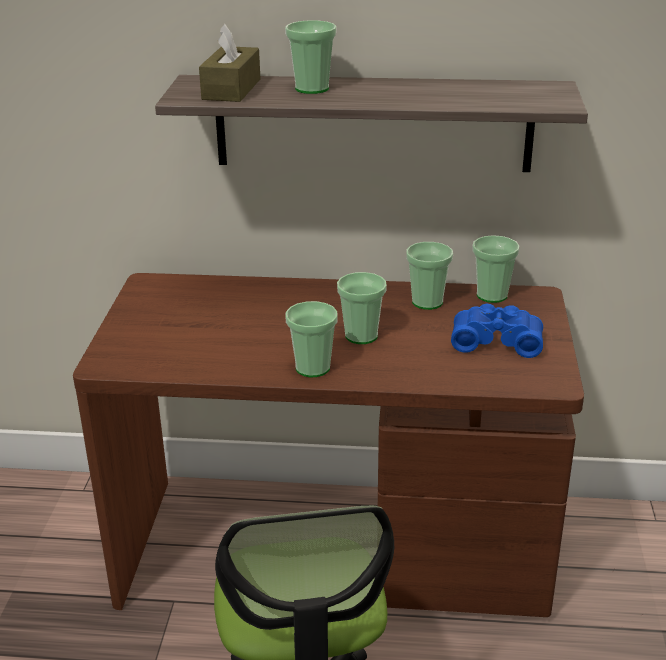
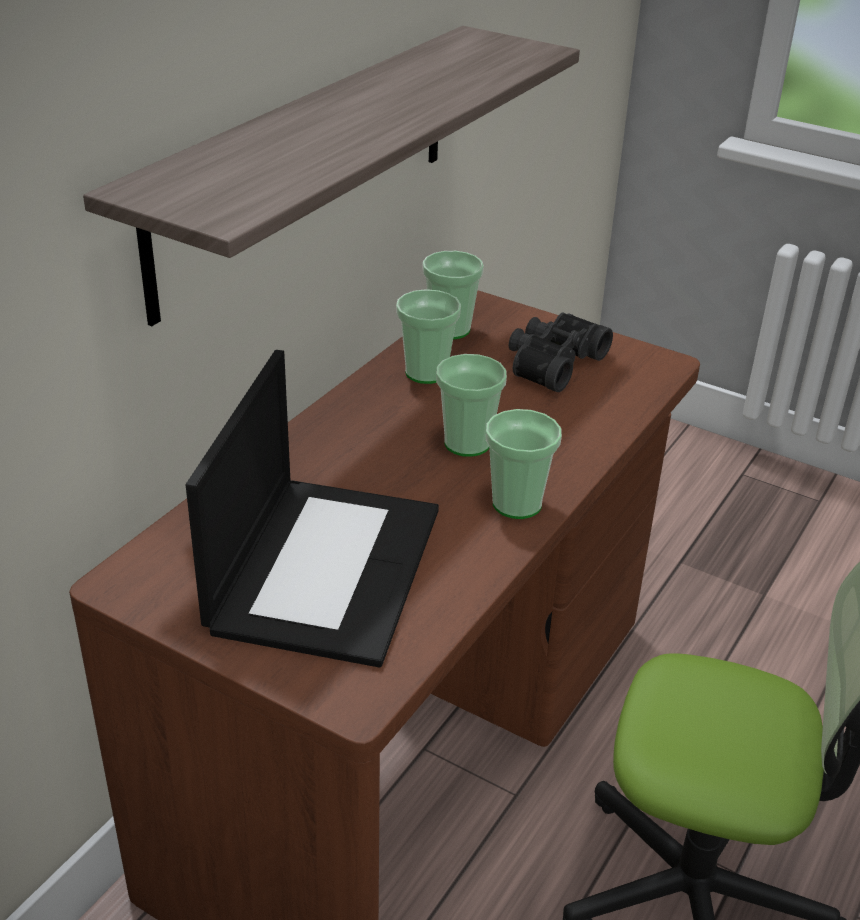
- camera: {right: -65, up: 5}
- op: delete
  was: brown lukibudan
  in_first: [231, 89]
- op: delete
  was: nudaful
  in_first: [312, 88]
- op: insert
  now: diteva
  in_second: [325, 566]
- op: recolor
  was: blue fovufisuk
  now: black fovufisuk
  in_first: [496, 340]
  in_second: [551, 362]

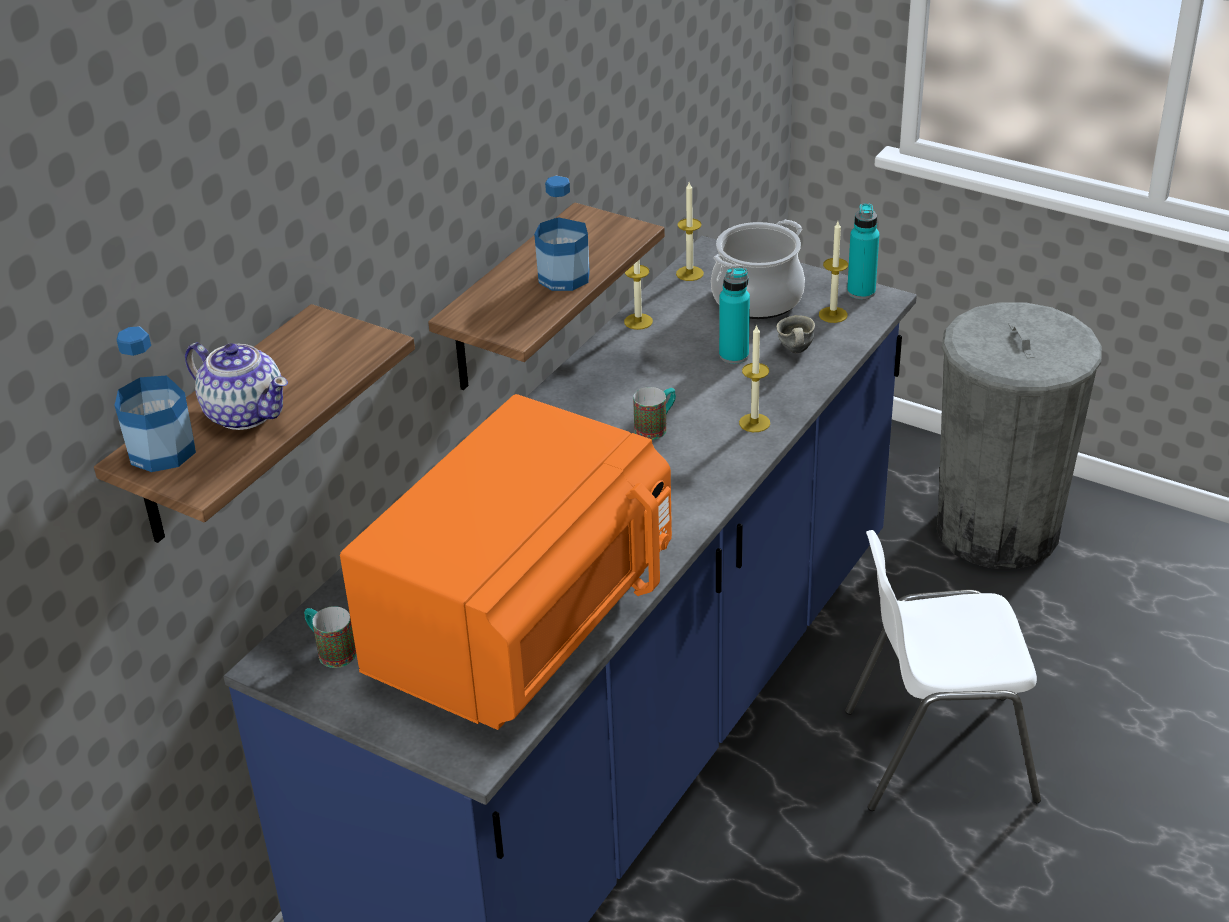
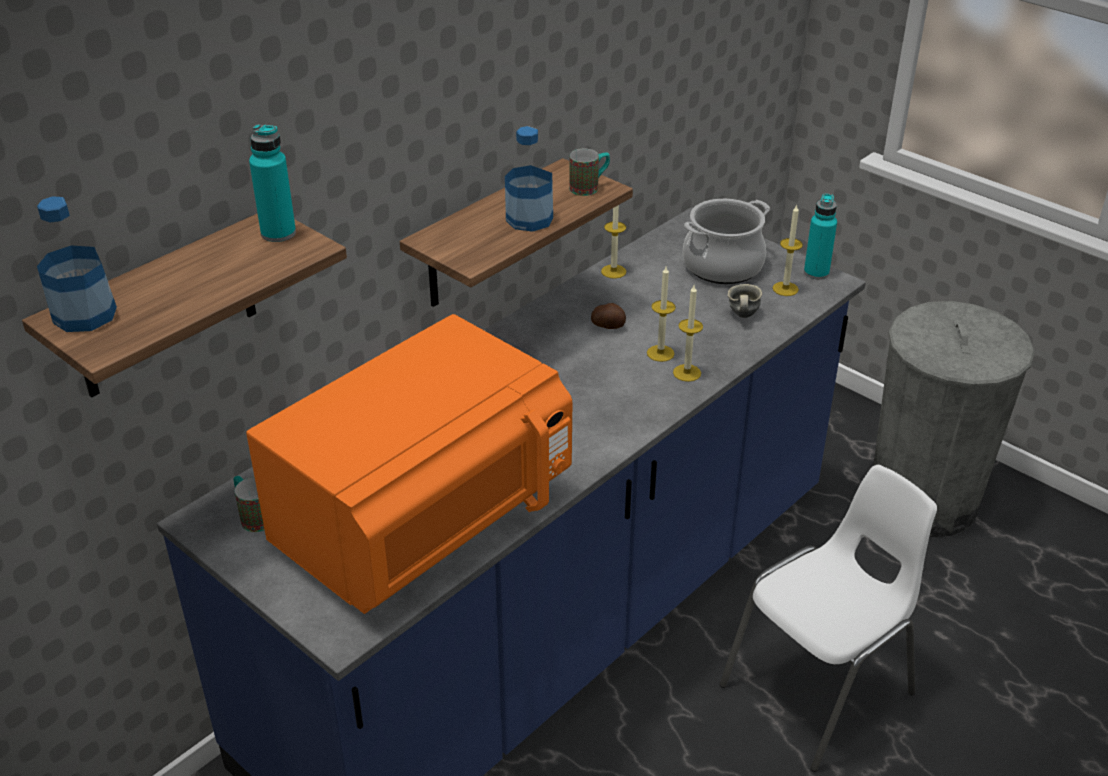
- camera: {right: 10, up: 0}
- op: delete
  was: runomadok
  in_first: [244, 412]
- op: insert
  now: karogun
  in_second: [608, 326]
- op: move
  was: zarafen
  in_first: [656, 427]
  in_second: [589, 187]
- op: move
  was: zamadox
  in_first: [689, 273]
  in_second: [660, 353]
- op: move
  was: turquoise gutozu
  in_first: [734, 356]
  in_second: [278, 233]
- op: rotate
  was: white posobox
  in_first: [936, 753]
  in_second: [820, 690]
  clockwise: 135

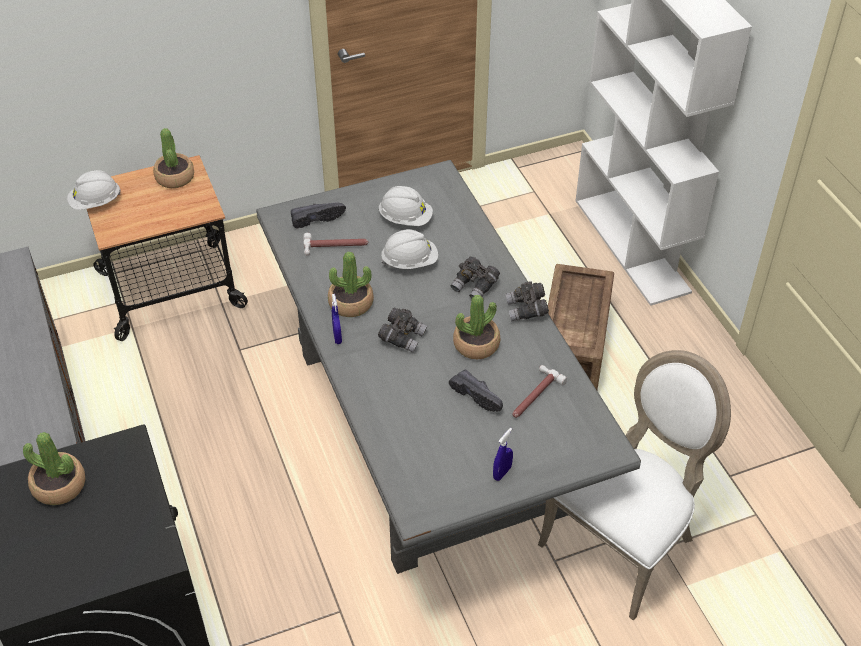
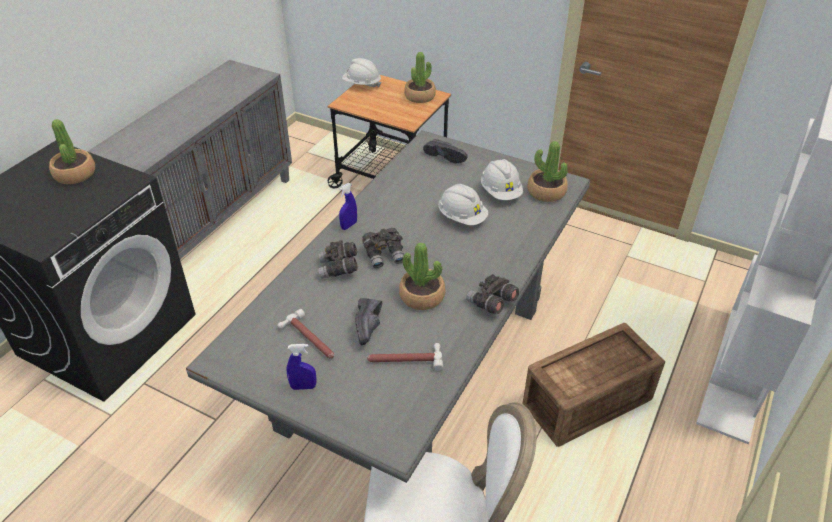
- camera: {right: 50, up: -5}
- op: move
  was: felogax
  in_first: [336, 246]
  in_second: [309, 340]
- op: move
  was: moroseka
  in_first: [351, 303]
  in_second: [546, 192]
- op: move
  was: grey fovufisuk
  in_first: [475, 286]
  in_second: [339, 269]

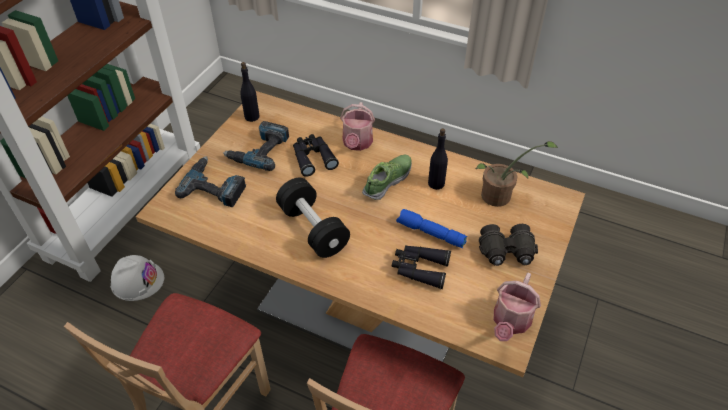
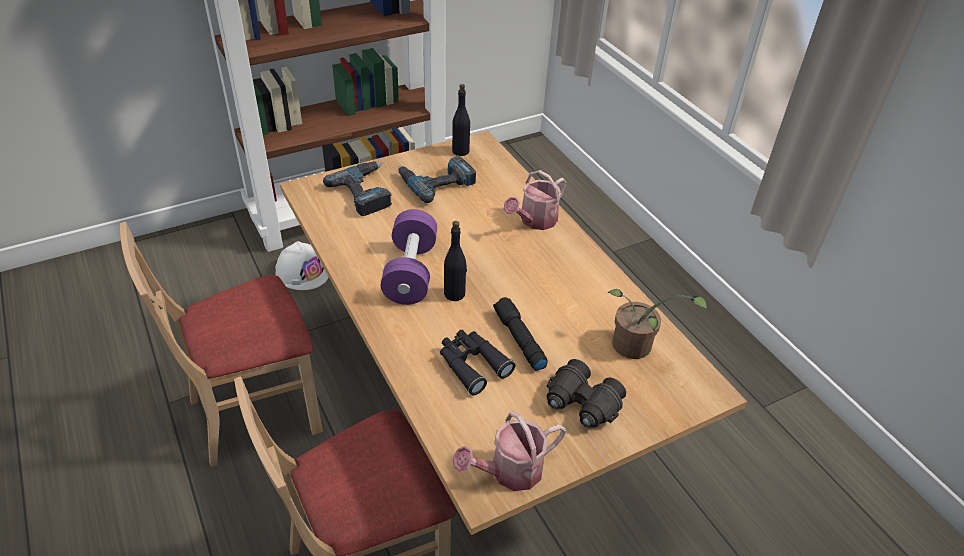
- camera: {right: 35, up: -5}
- op: delete
  was: black fovufisuk
  in_first: [313, 158]
- op: delete
  was: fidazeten
  in_first: [388, 181]
- op: move
  was: black gutozu
  in_first: [436, 183]
  in_second: [455, 294]
- op: recolor
  was: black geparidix
  now: purple geparidix
  in_first: [313, 229]
  in_second: [410, 272]
- op: recolor
  was: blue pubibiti
  now: black pubibiti
  in_first: [430, 233]
  in_second: [518, 339]

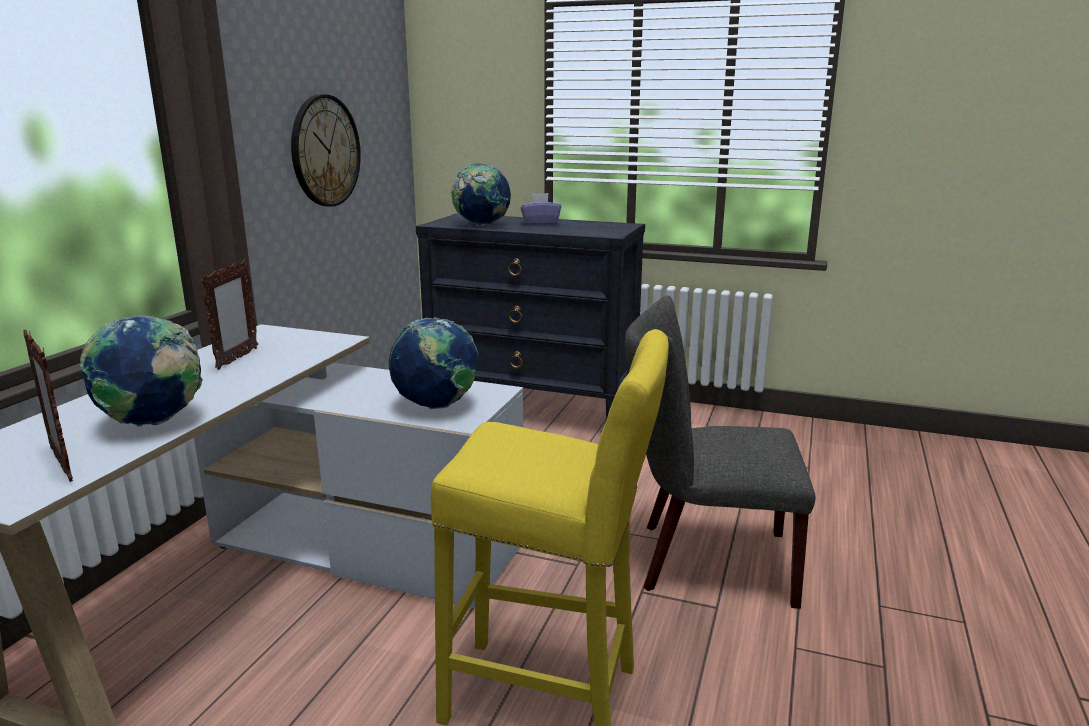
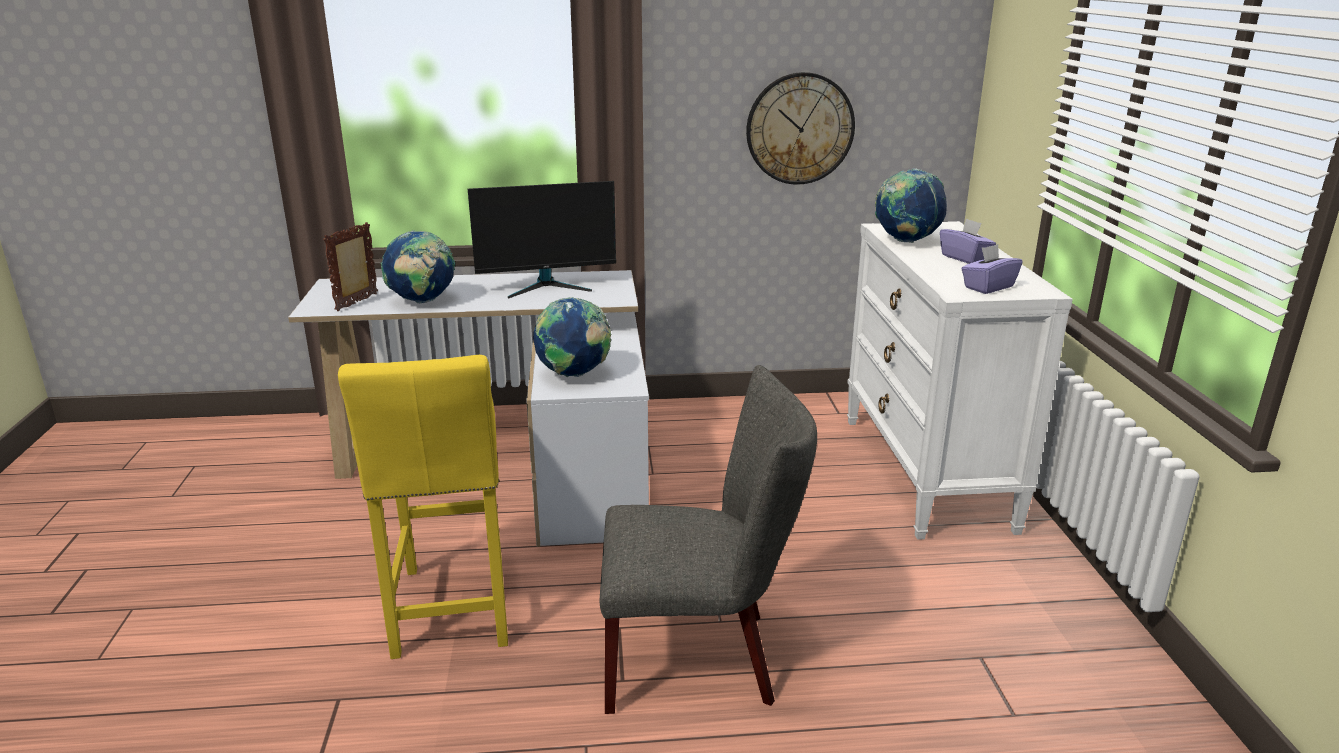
- camera: {right: 65, up: 5}
- op: insert
  now: purple lukibudan
  in_second: [988, 287]
- op: replace
  was: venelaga
  now: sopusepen
  in_first: [237, 359]
  in_second: [547, 286]
- op: recolor
  was: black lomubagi
  now: white lomubagi
  in_first: [533, 408]
  in_second: [926, 472]
- op: rotate
  was: grey posobox
  in_first: [705, 561]
  in_second: [700, 658]
  clockwise: 105

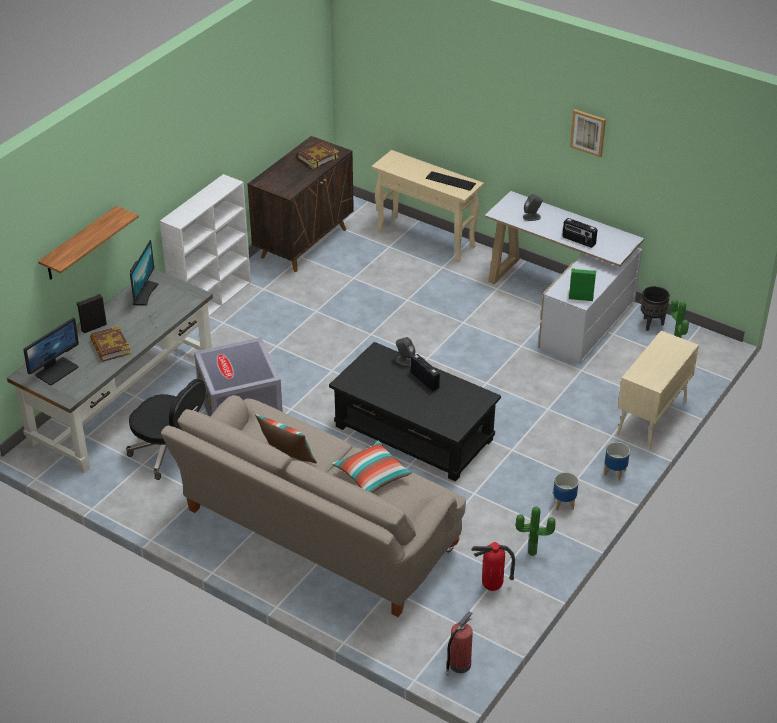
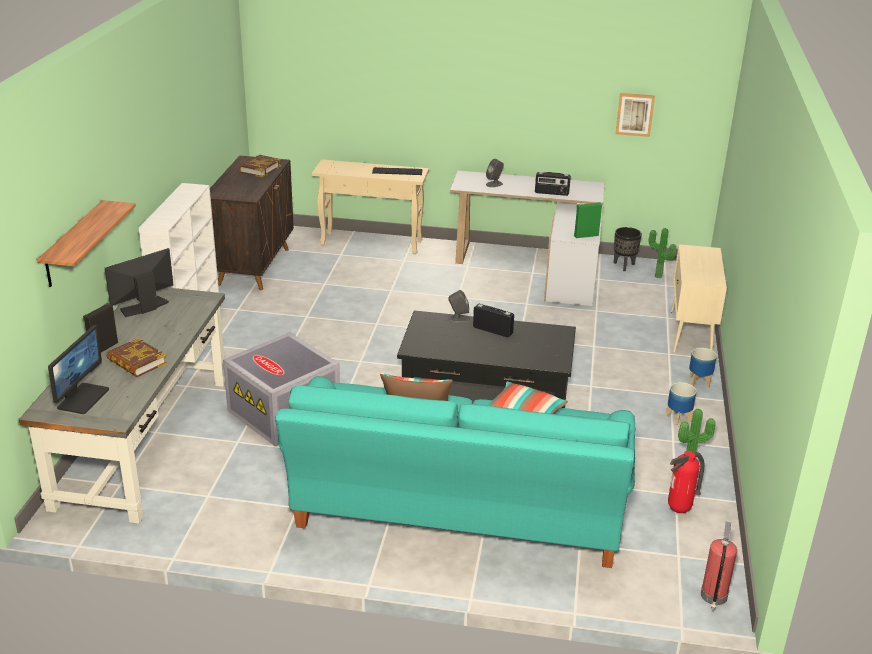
- camera: {right: -25, up: -10}
- op: delete
  was: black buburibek
  in_first: [170, 453]
- op: move
  was: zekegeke
  in_first: [588, 132]
  in_second: [634, 114]
- op: recolor
  was: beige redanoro
  now: turquoise redanoro
  in_first: [316, 533]
  in_second: [458, 511]
- op: rotate
  was: sopusepen
  in_first: [144, 293]
  in_second: [144, 307]
  clockwise: -120

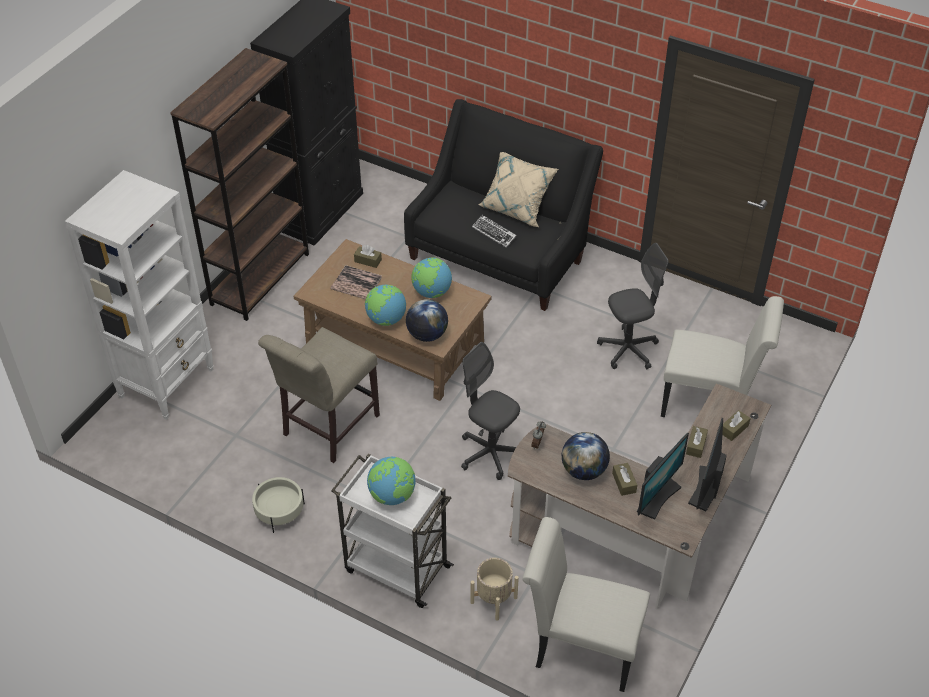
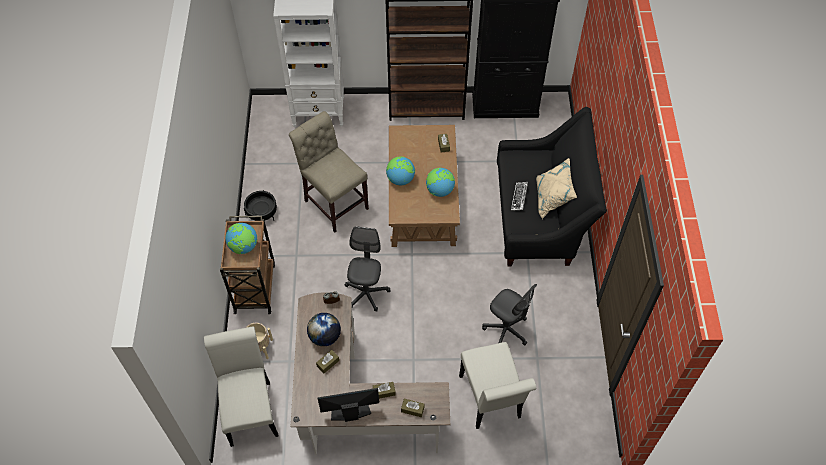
- camera: {right: 60, up: 10}
- op: delete
  was: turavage
  in_first: [356, 283]
- op: delete
  was: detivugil
  in_first: [427, 335]
- op: delete
  was: sopusepen
  in_first: [657, 497]
- op: recolor
  was: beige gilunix
  now: black gilunix
  in_first: [279, 511]
  in_second: [262, 212]
- op: recolor
  was: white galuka
  now: brown galuka
  in_first: [395, 568]
  in_second: [255, 287]
- op: rotate
  was: beige posobox
  in_first: [327, 428]
  in_second: [334, 202]
  clockwise: 45

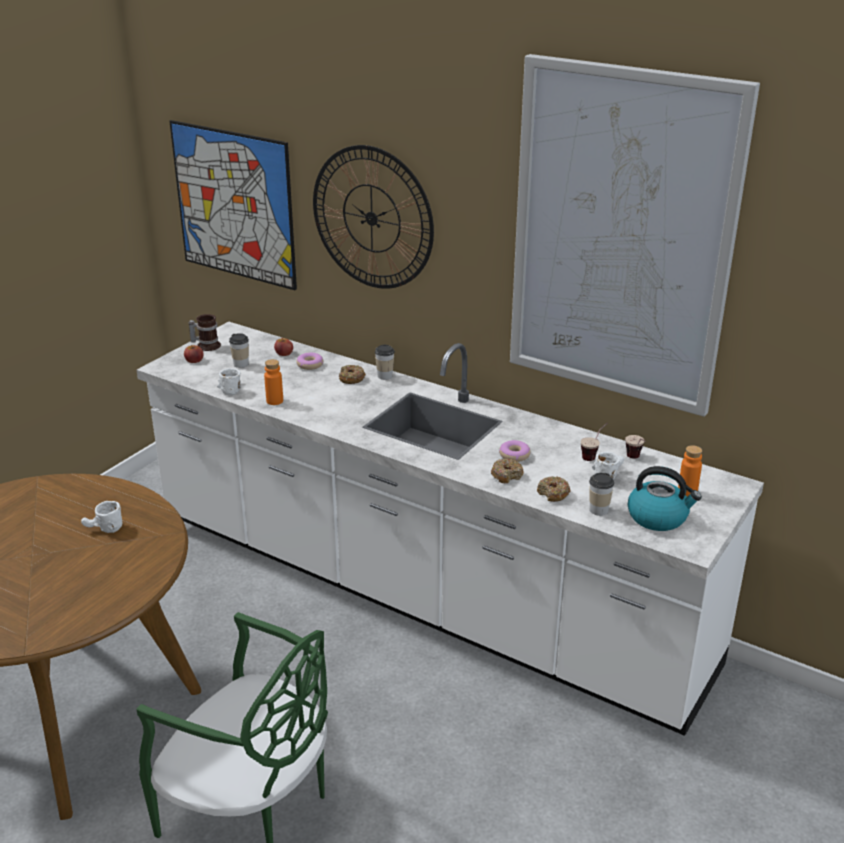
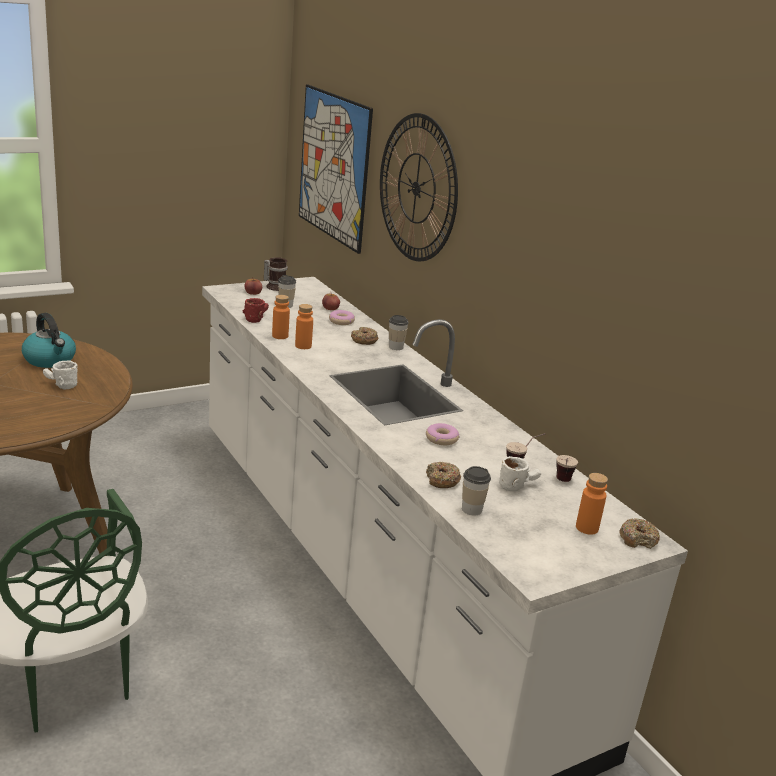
- camera: {right: 25, up: -5}
- op: delete
  was: zekegeke
  in_first: [621, 238]
- op: insert
  now: orange gutozu
  in_second: [303, 346]
- op: move
  was: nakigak
  in_first: [506, 475]
  in_second: [638, 539]
- op: move
  was: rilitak
  in_first: [658, 517]
  in_second: [50, 360]
- op: recolor
  was: white zarafen
  now: red zarafen
  in_first: [231, 388]
  in_second: [256, 318]

